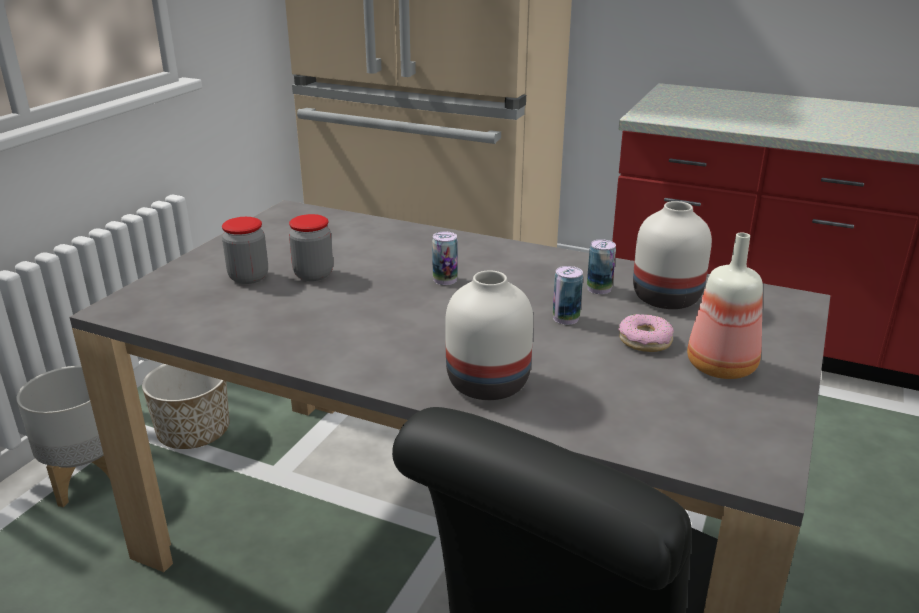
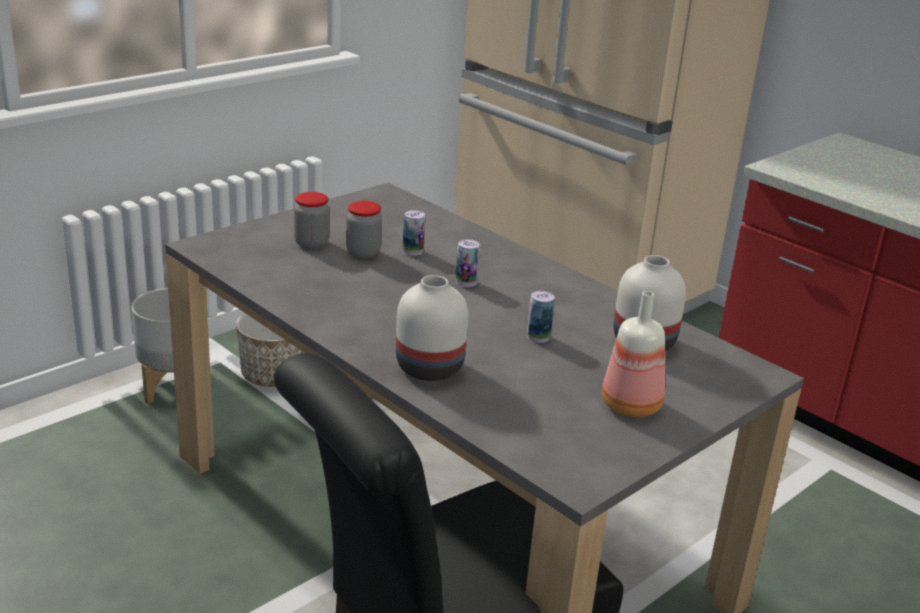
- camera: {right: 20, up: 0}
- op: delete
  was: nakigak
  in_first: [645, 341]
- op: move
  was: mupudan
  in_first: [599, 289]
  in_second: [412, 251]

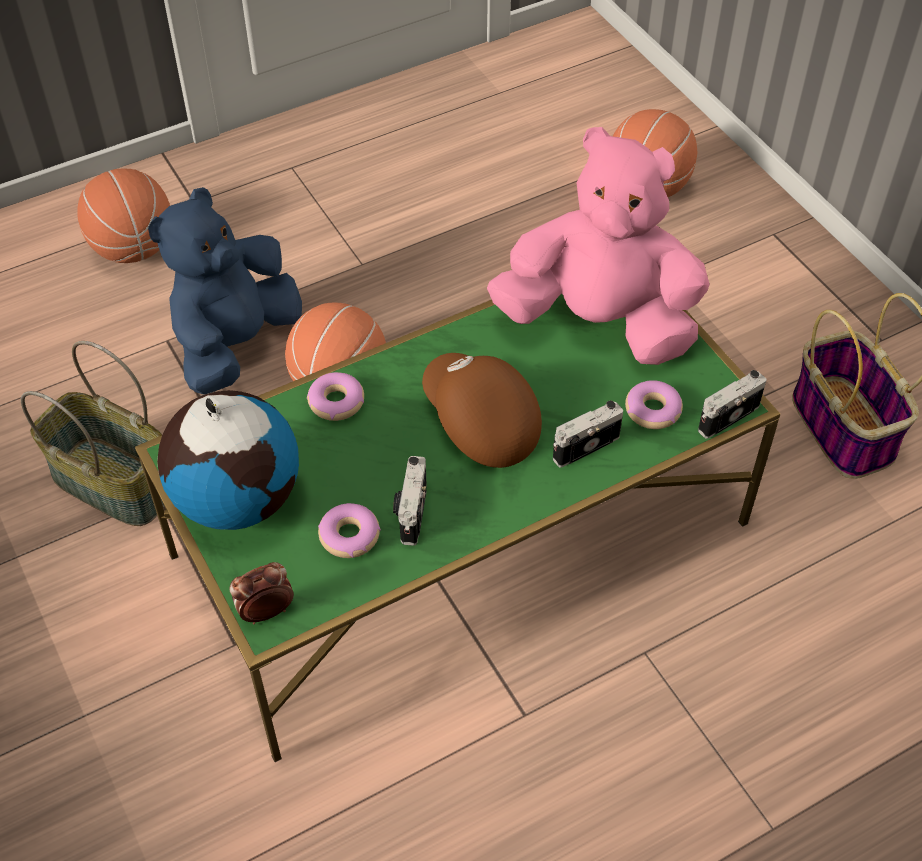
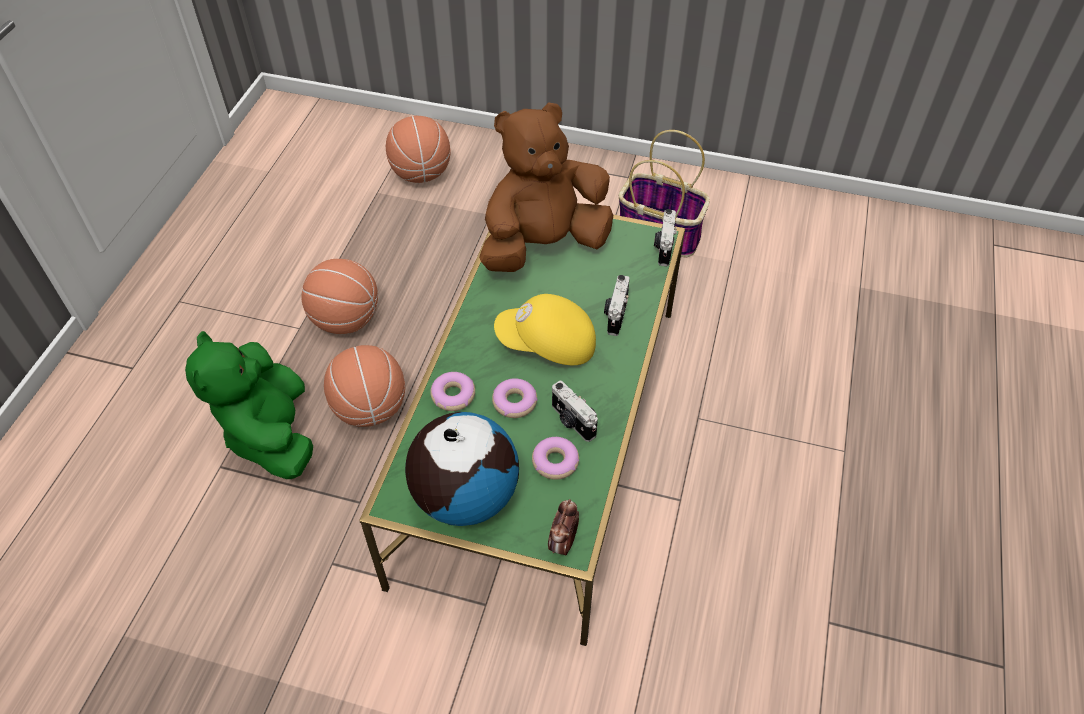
- camera: {right: -45, up: 0}
- op: delete
  was: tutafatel
  in_first: [116, 481]
- op: move
  was: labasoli
  in_first: [133, 248]
  in_second: [345, 320]
- op: move
  was: nakigak
  in_first: [653, 410]
  in_second: [515, 402]
- op: recolor
  was: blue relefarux
  now: green relefarux
  in_first: [235, 344]
  in_second: [271, 434]
- op: recolor
  was: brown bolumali
  now: yellow bolumali
  in_first: [479, 423]
  in_second: [547, 345]
- op: recolor
  was: pink relefarux
  now: brown relefarux
  in_first: [599, 322]
  in_second: [543, 245]

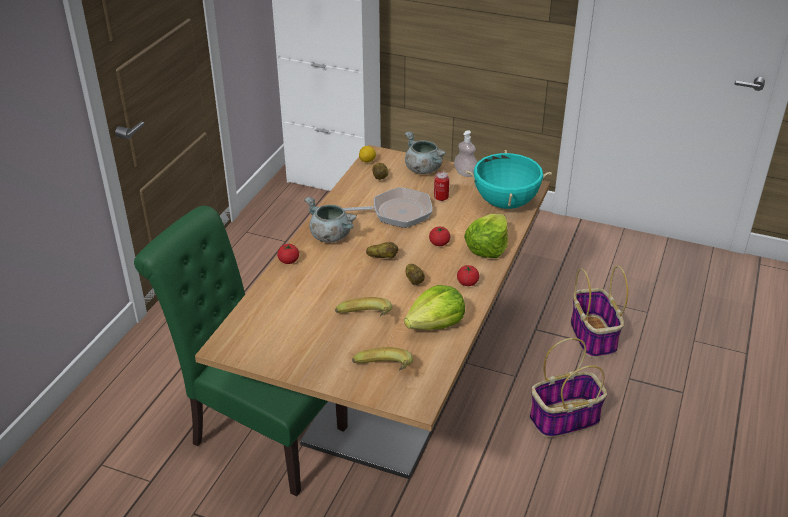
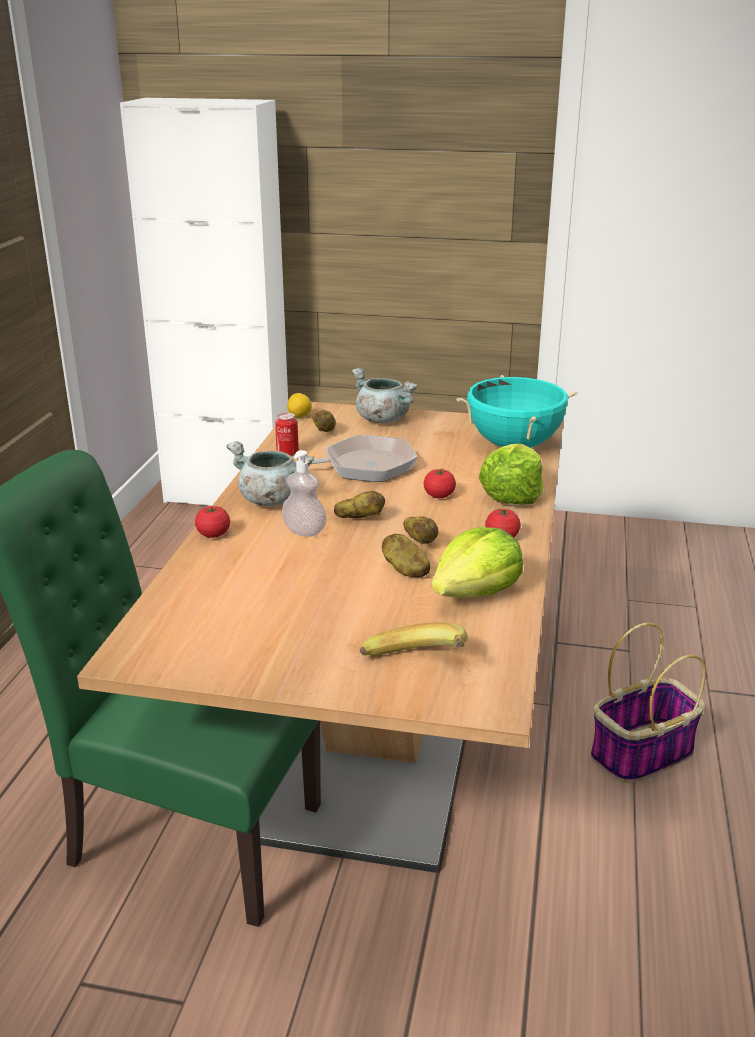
- camera: {right: -10, up: -10}
- op: delete
  was: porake
  in_first: [365, 321]
- op: delete
  was: tutafatel
  in_first: [593, 337]
- op: insert
  now: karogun
  in_second: [404, 570]
- op: move
  was: mupudan
  in_first: [441, 198]
  in_second: [287, 453]
- op: move
  was: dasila
  in_first: [465, 173]
  in_second: [304, 531]

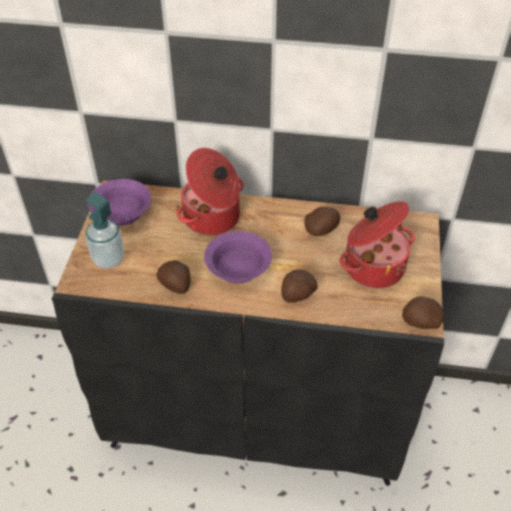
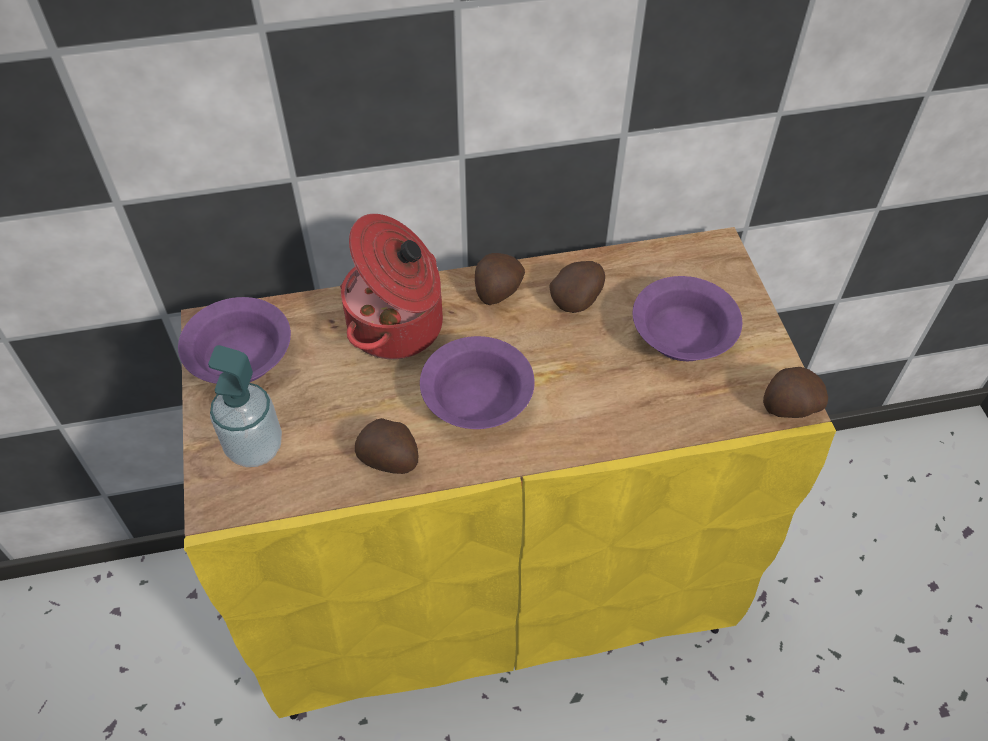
- camera: {right: -20, up: 5}
- op: move
  was: karogun
  in_first: [297, 295]
  in_second: [497, 292]
- op: replace
  was: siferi
  now: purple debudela
  in_first: [372, 266]
  in_second: [679, 336]
- op: recolor
  was: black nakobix
  now: yellow nakobix
  in_first: [257, 414]
  in_second: [495, 591]

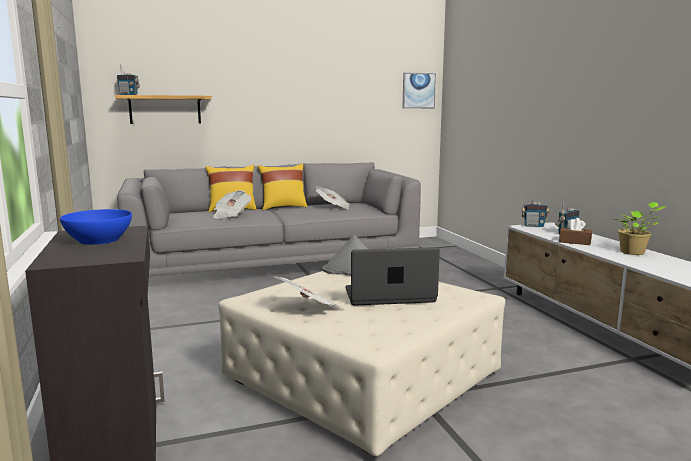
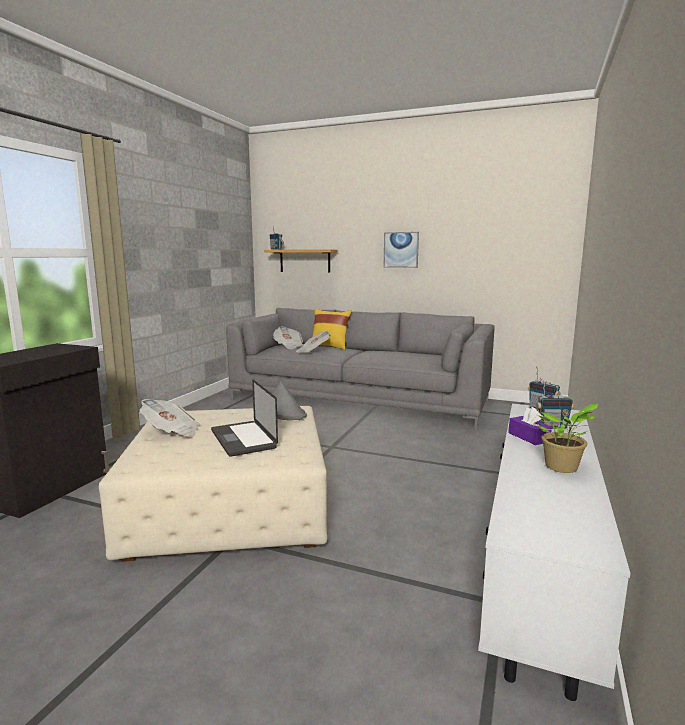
- camera: {right: 40, up: 0}
- op: delete
  was: blue debudela
  in_first: [99, 240]
- op: delete
  was: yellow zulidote
  in_first: [283, 207]
- op: move
  was: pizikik
  in_first: [333, 207]
  in_second: [288, 346]
- op: move
  was: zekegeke
  in_first: [418, 90]
  in_second: [401, 250]
- op: recolor
  was: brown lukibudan
  now: purple lukibudan
  in_first: [575, 242]
  in_second: [528, 437]
- op: rotate
  was: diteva
  in_first: [389, 296]
  in_second: [243, 439]
  clockwise: -150

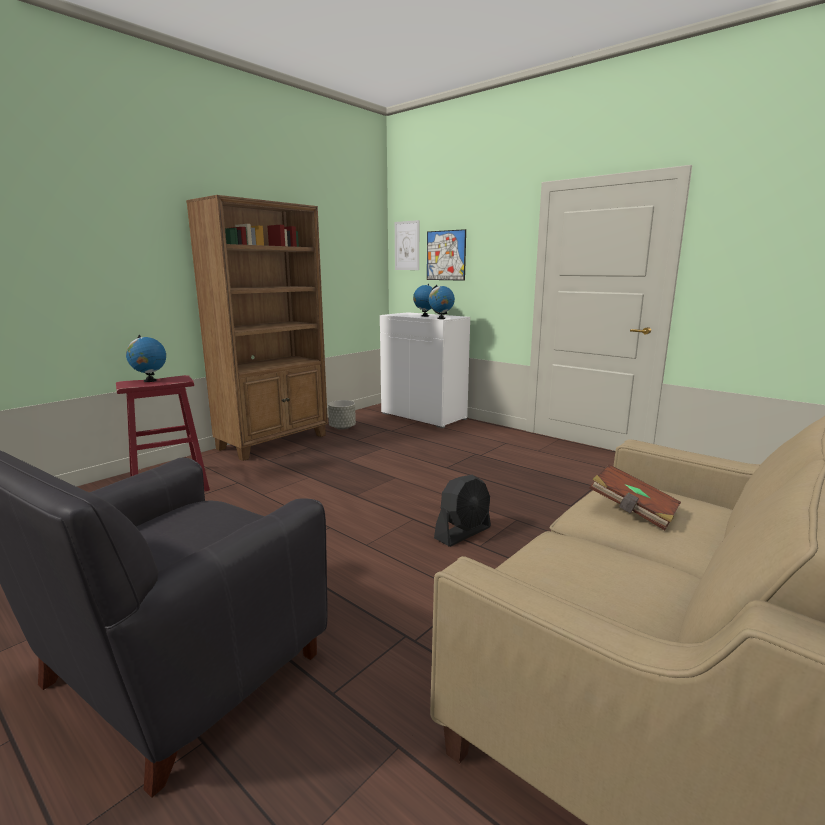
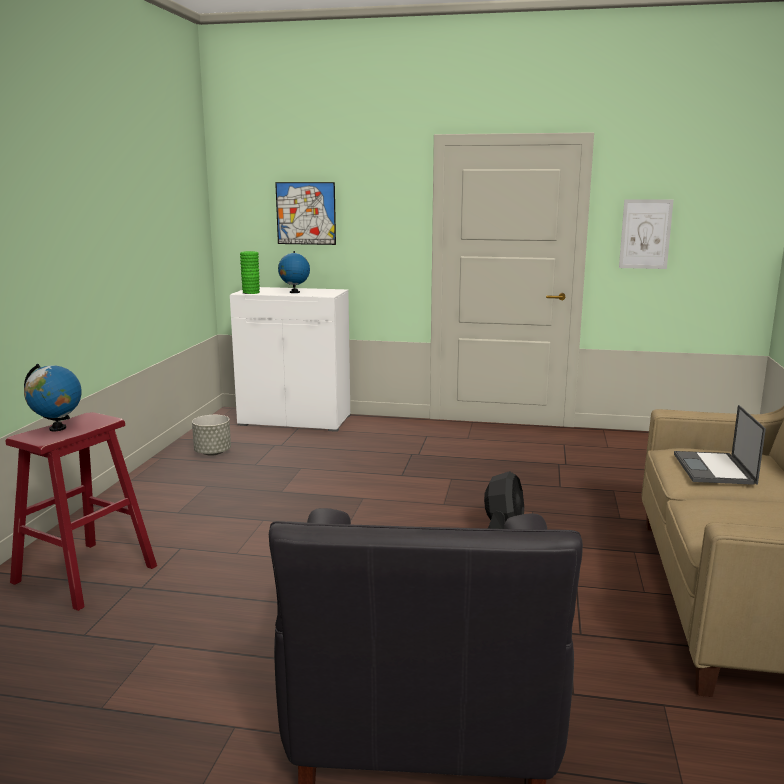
- camera: {right: -30, up: 0}
- op: delete
  was: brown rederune
  in_first: [274, 442]
- op: delete
  was: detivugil
  in_first: [441, 318]
- op: insert
  now: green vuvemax
  in_second: [251, 292]
- op: move
  was: zekegeke
  in_first: [407, 245]
  in_second: [645, 234]
- op: replace
  was: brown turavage
  now: diteva
  in_first: [632, 511]
  in_second: [714, 469]

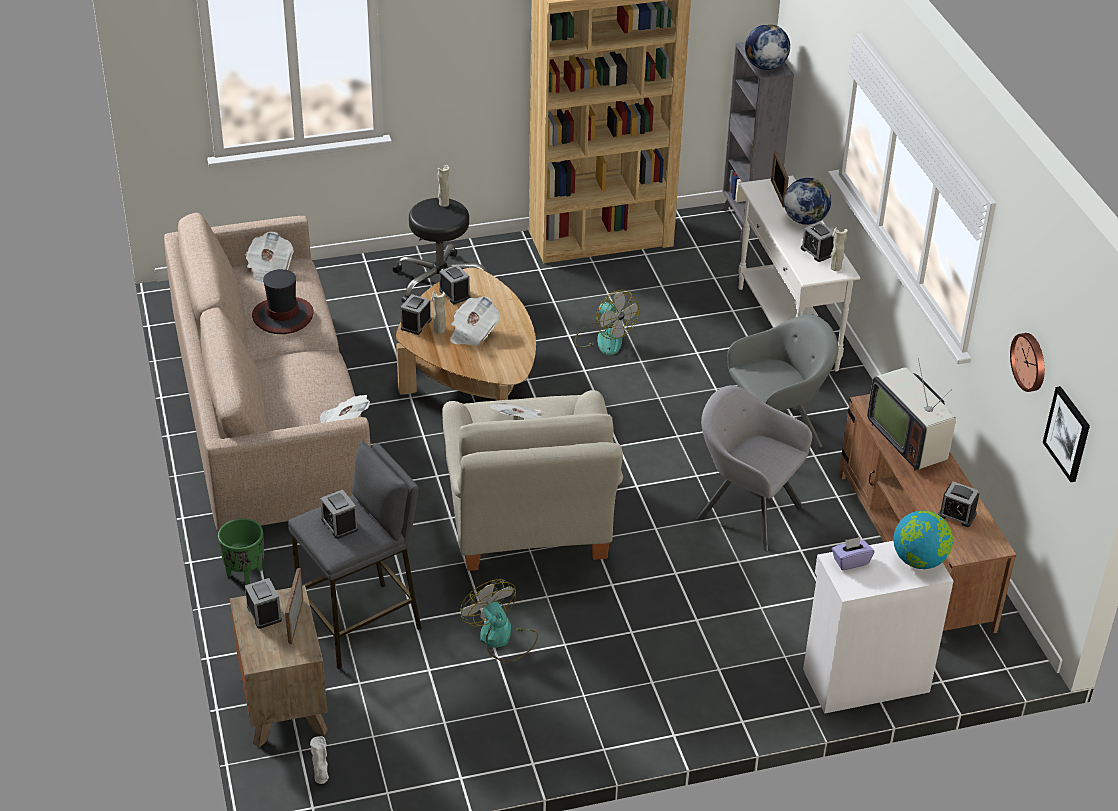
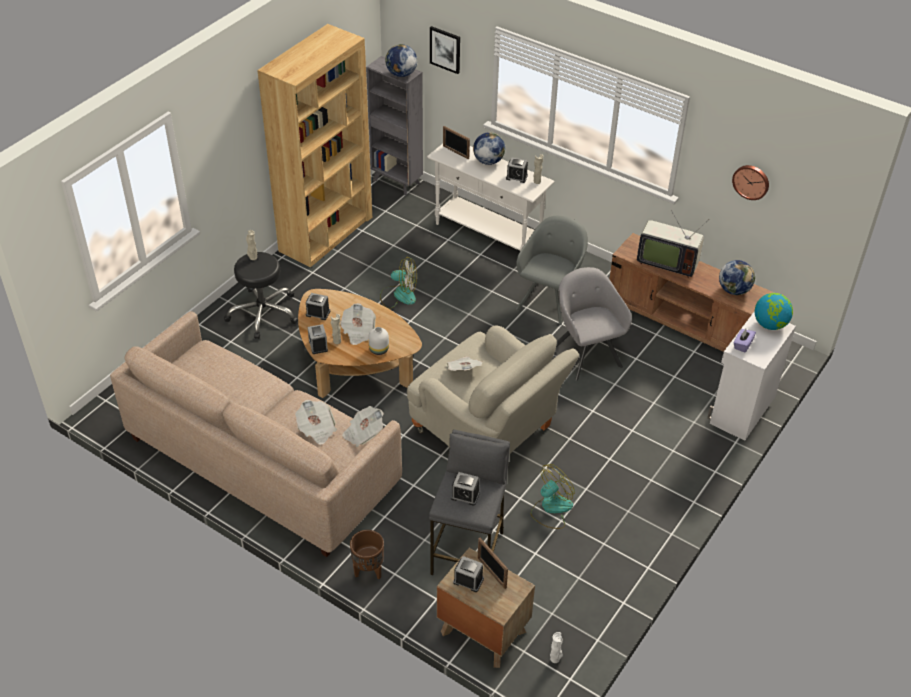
- camera: {right: -40, up: 5}
- op: delete
  was: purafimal
  in_first: [283, 316]
- op: insert
  now: white vuvemax
  in_second: [379, 350]
- op: move
  was: pizikik
  in_first: [269, 269]
  in_second: [316, 429]
- op: move
  was: zekegeke
  in_first: [1068, 433]
  in_second: [445, 49]
- op: replace
  was: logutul
  now: detivugil
  in_first: [957, 514]
  in_second: [734, 290]
- op: recolor
  was: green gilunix
  now: brown gilunix
  in_first: [245, 578]
  in_second: [368, 571]
- op: rotate
  was: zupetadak
  in_first: [501, 639]
  in_second: [551, 508]
  clockwise: 120
- op: rotate
  was: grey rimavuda
  in_first: [745, 511]
  in_second: [586, 353]
  clockwise: 75

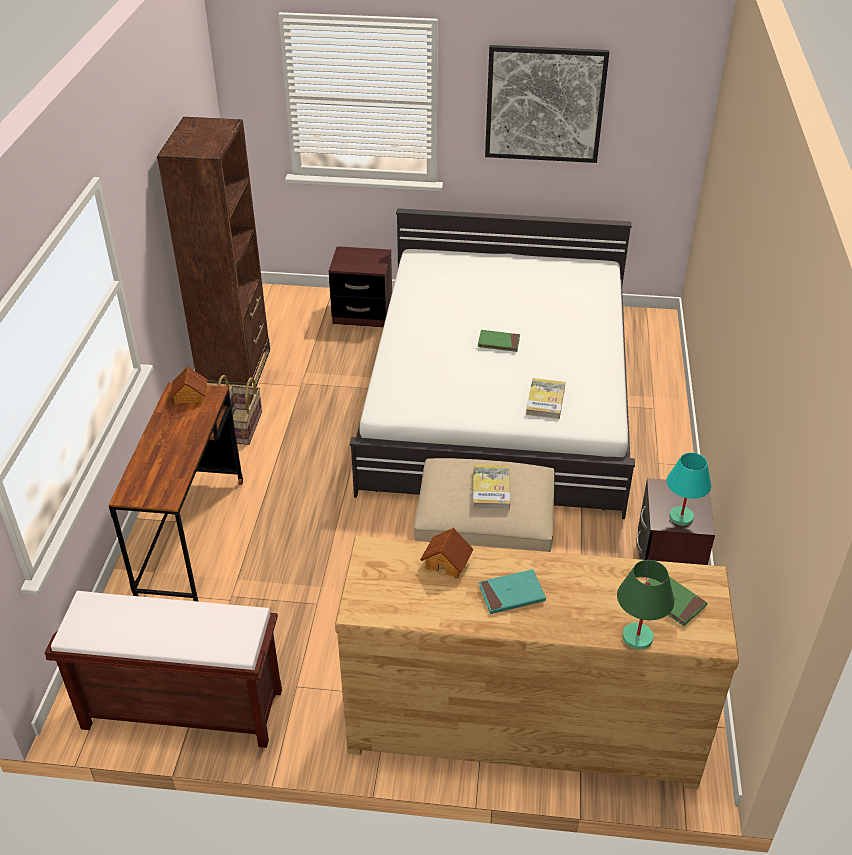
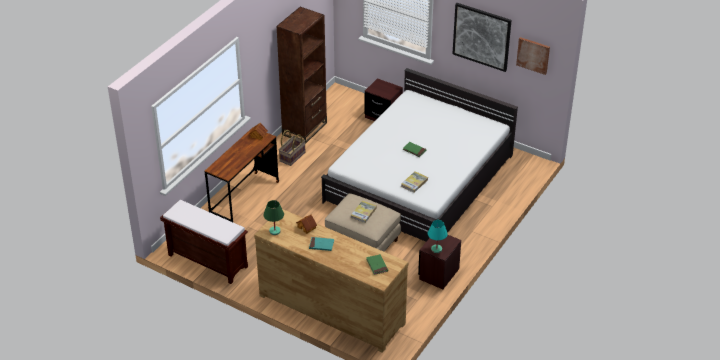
- camera: {right: 25, up: 0}
- op: insert
  now: zekegeke
  in_second: [533, 55]
- op: move
  was: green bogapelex
  in_first: [636, 637]
  in_second: [274, 231]

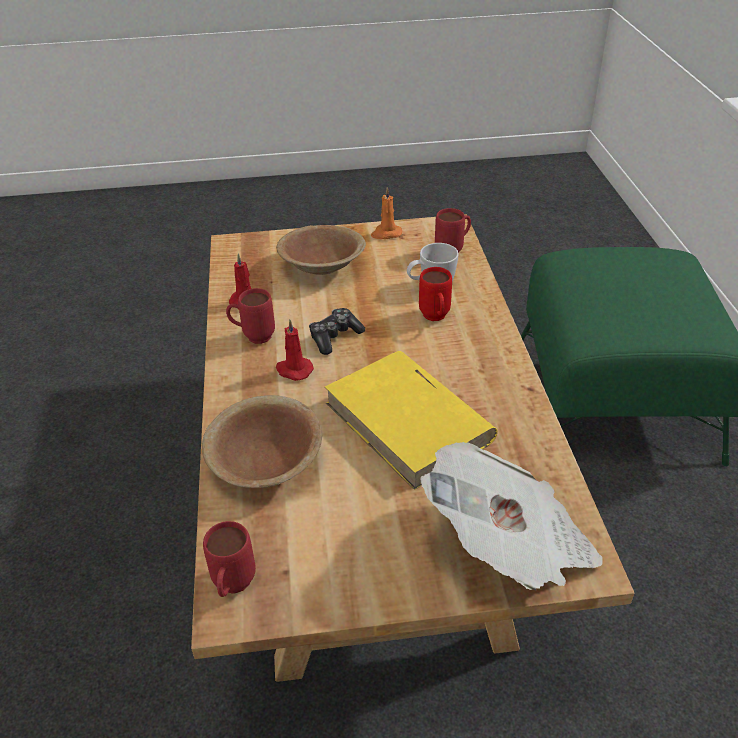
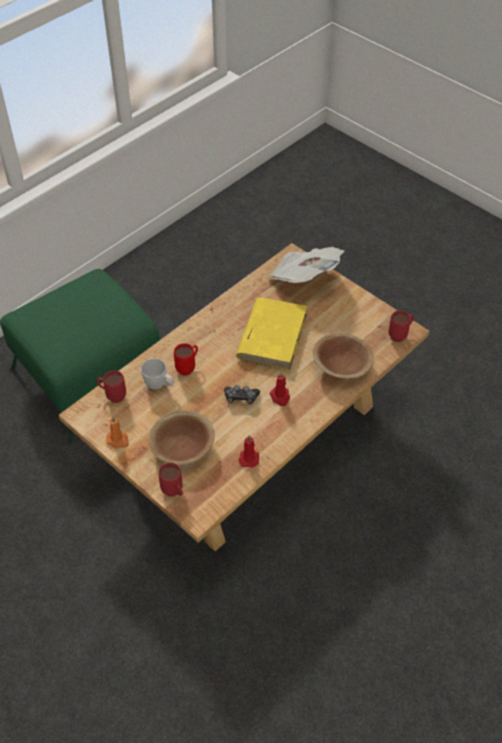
- camera: {right: -130, up: 10}
- op: move
  was: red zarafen
  in_first: [253, 337]
  in_second: [174, 493]

